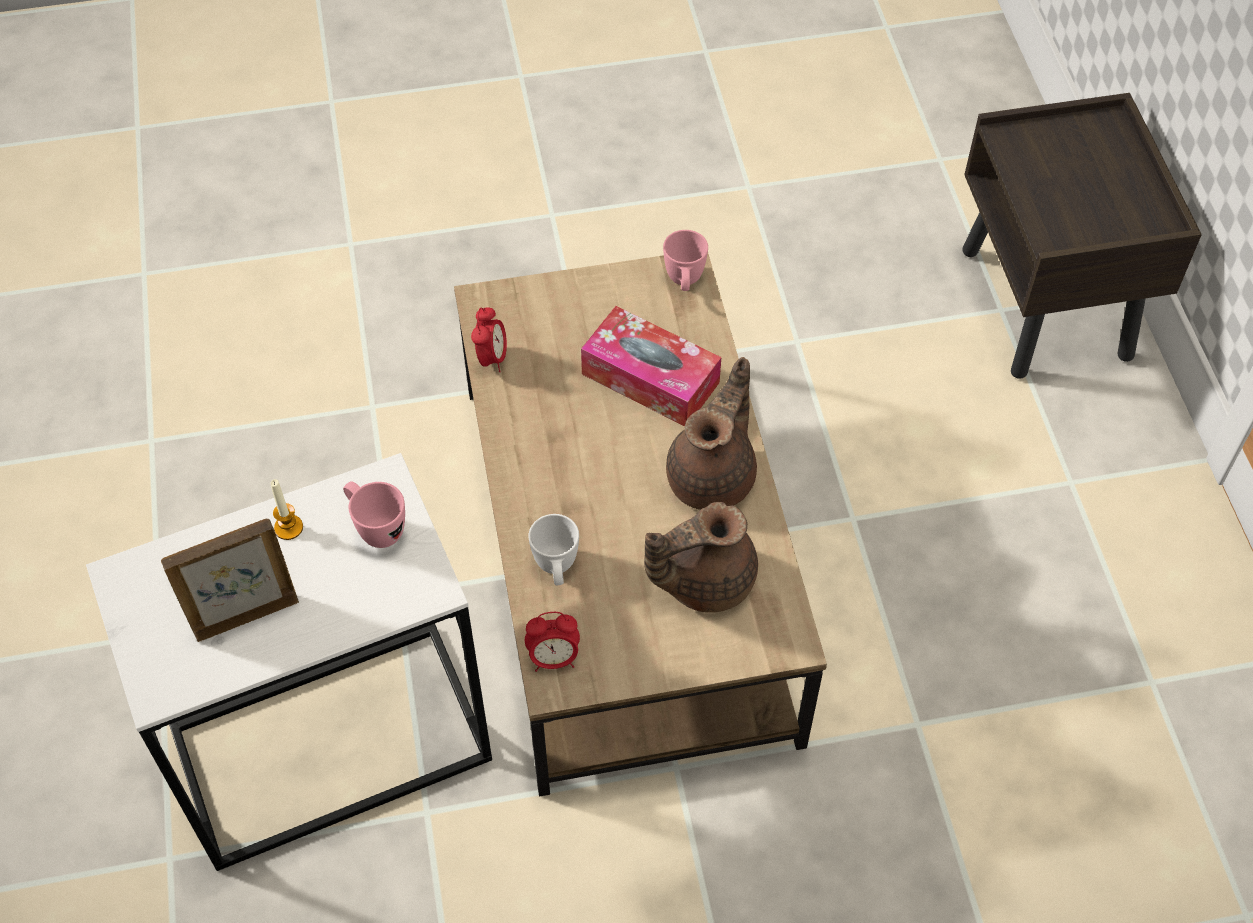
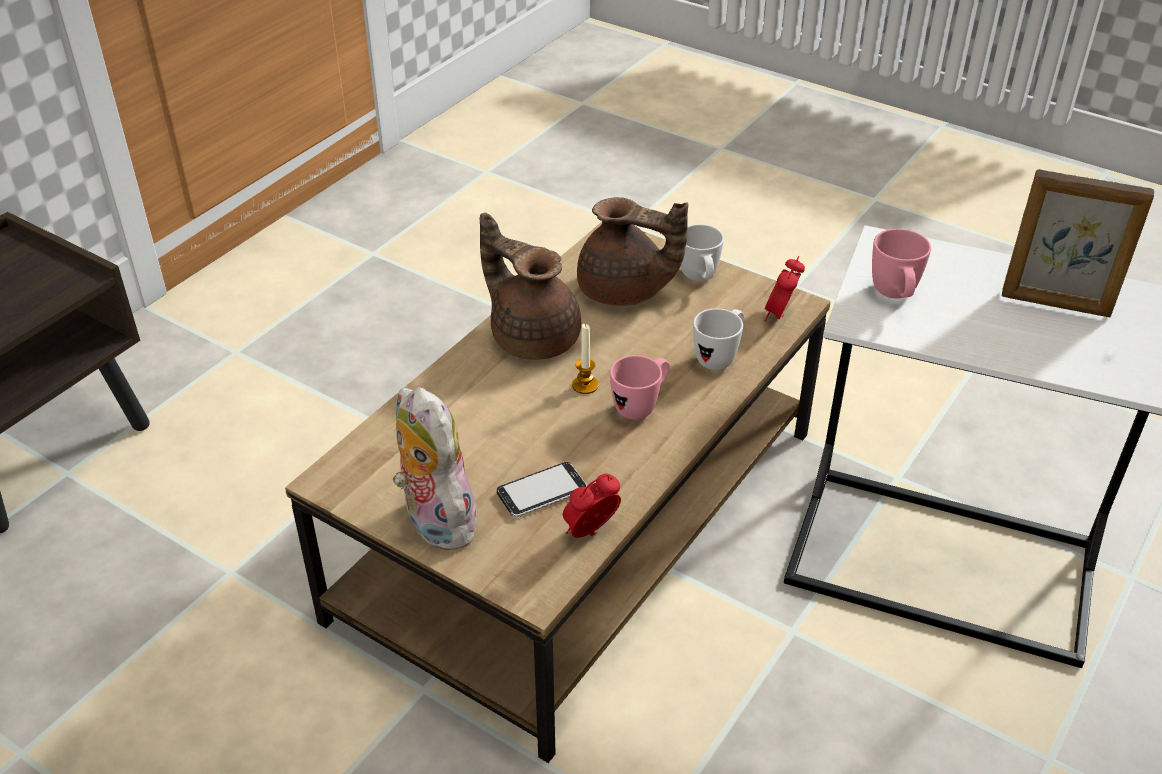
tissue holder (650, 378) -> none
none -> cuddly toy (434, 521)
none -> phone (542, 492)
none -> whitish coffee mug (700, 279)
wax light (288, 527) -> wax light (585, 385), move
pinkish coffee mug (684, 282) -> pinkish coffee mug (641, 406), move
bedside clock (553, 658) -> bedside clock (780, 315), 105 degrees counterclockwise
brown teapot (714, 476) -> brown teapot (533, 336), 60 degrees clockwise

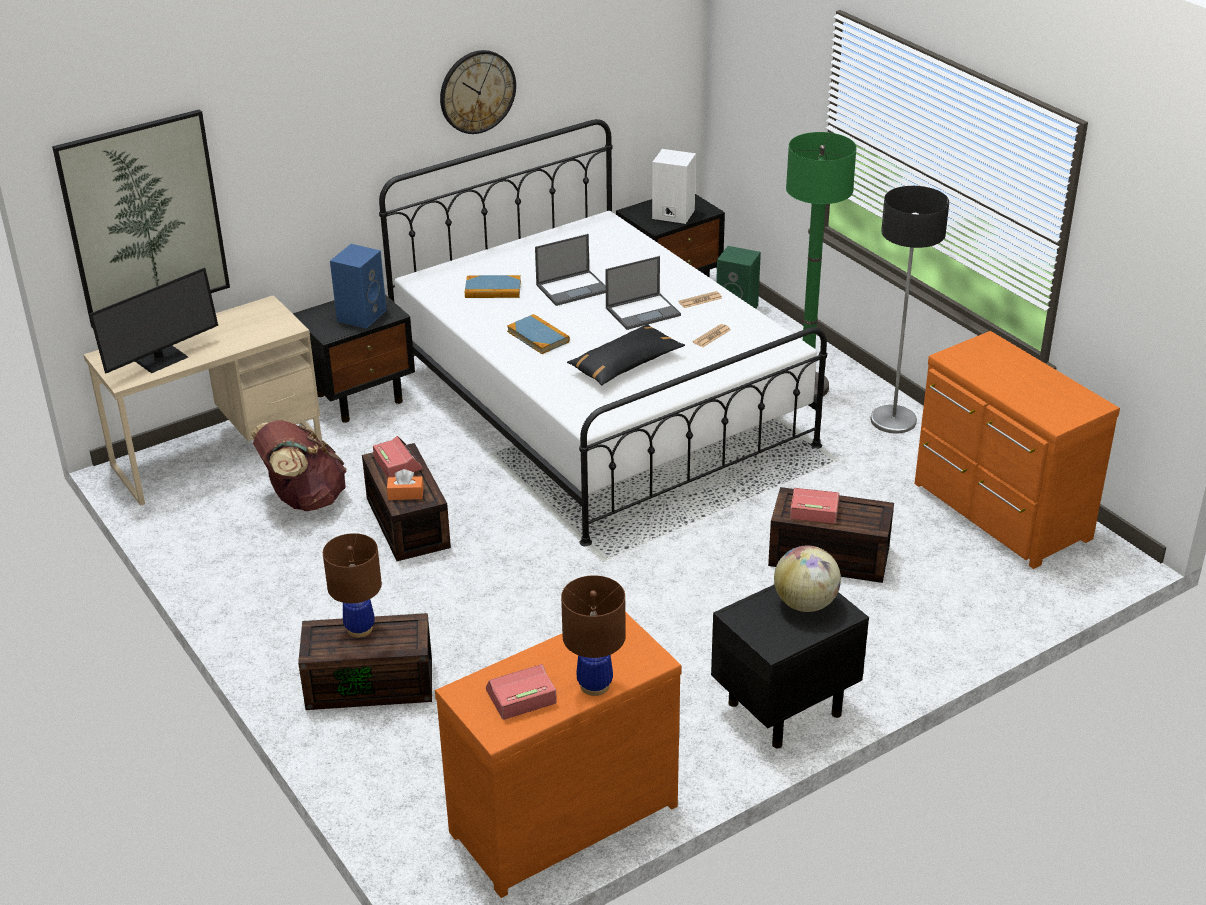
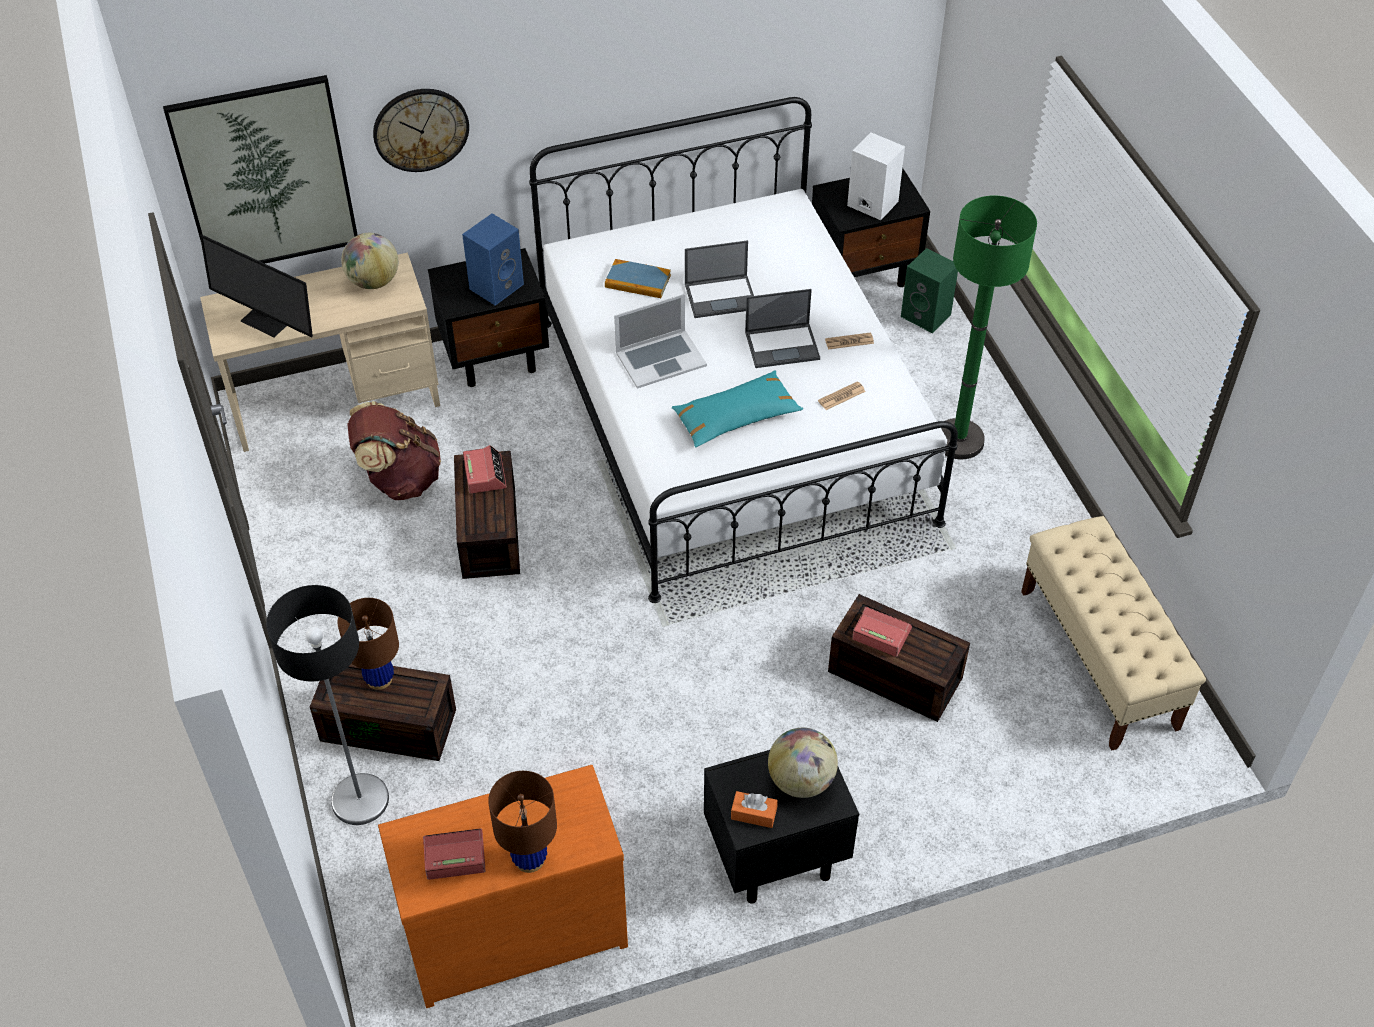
none -> world globe (373, 281)
orange tissue holder (405, 494) -> orange tissue holder (753, 814), move
clock on the wall (477, 91) -> clock on the wall (420, 129), move
standing lamp (893, 420) -> standing lamp (360, 800), move
bound book (538, 336) -> notebook computer (660, 358)
orange dresser (999, 513) -> beige indoor bench (1099, 659)
black throw pillow (625, 365) -> turquoise throw pillow (736, 417)
computer display (159, 357) -> computer display (270, 317), 60 degrees clockwise

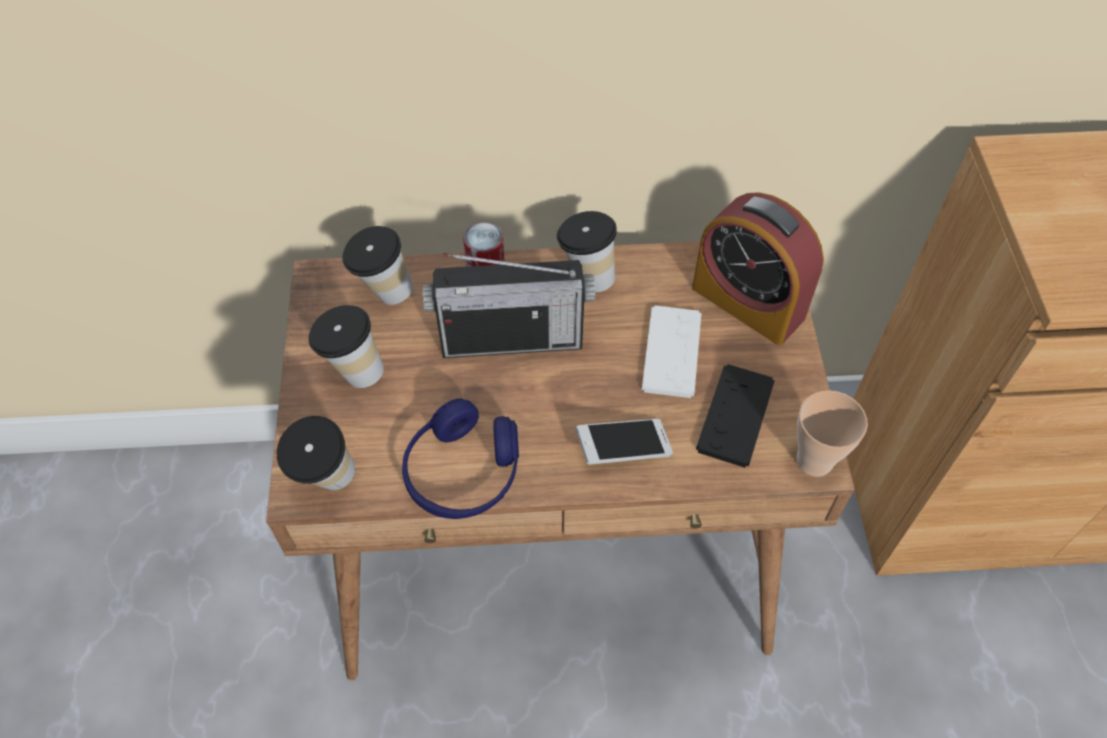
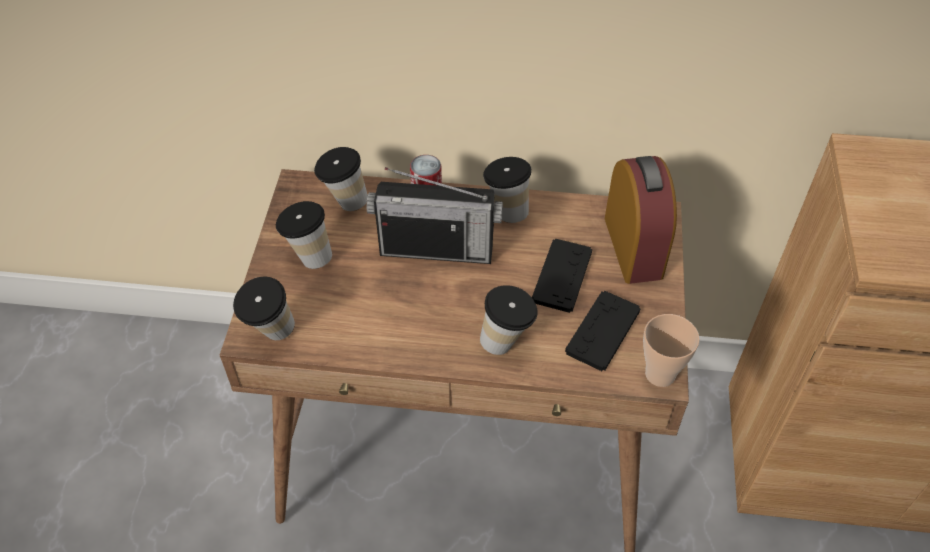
bluish pair of headphones (463, 472) -> none
phone (623, 448) -> small cup (507, 342)
whitish gamepad (671, 352) -> black gamepad (562, 276)
bedside clock (748, 302) -> bedside clock (633, 247), 150 degrees counterclockwise

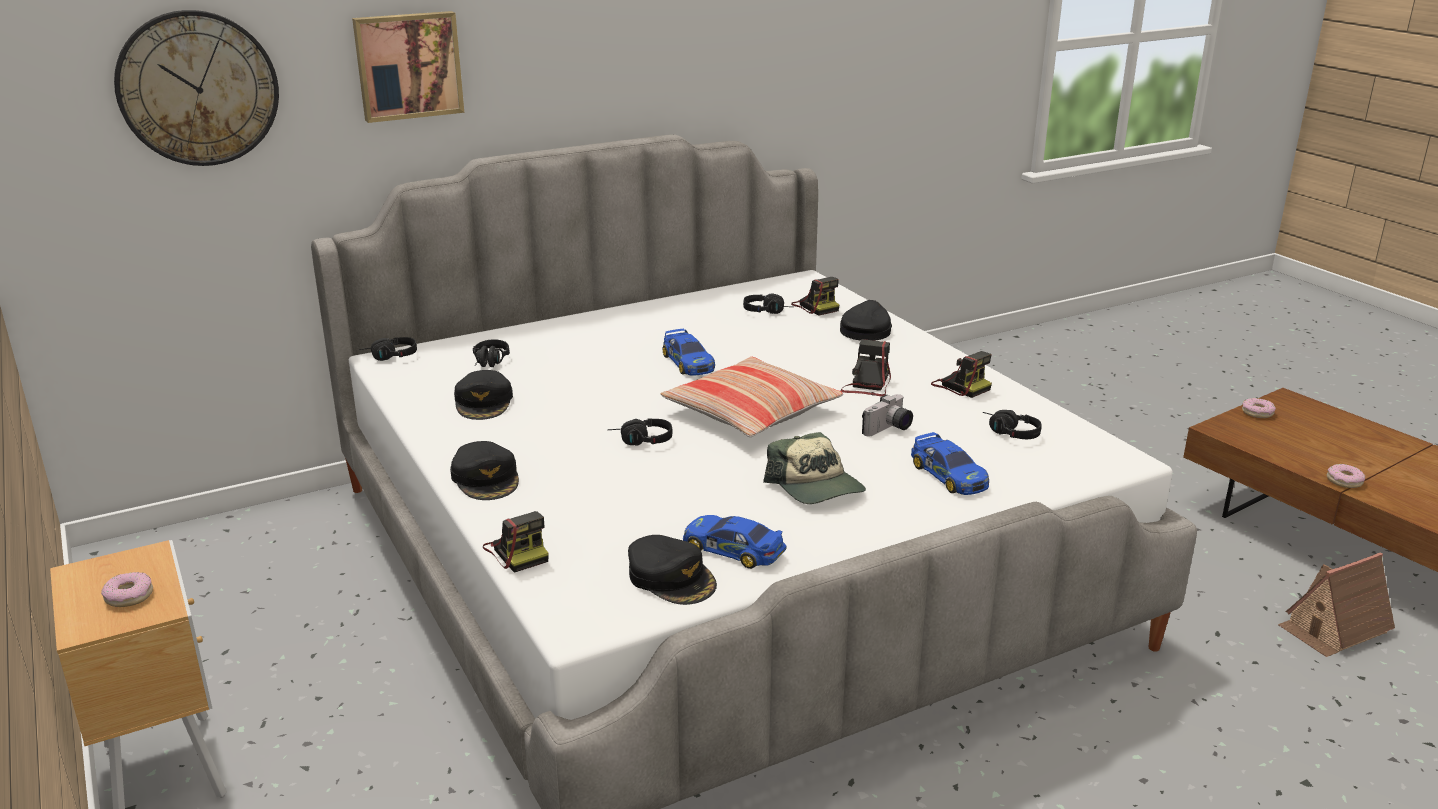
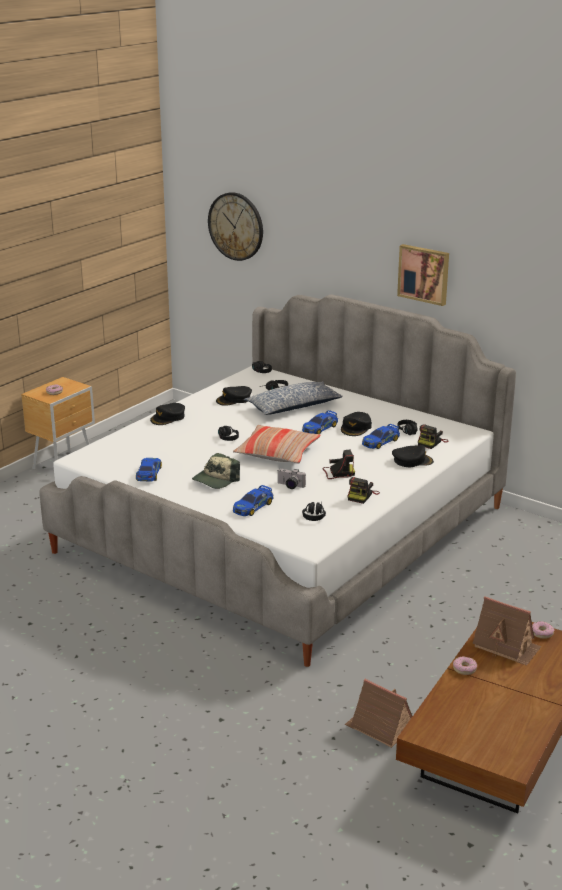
photo camera (518, 551) -> none
none -> throw pillow (294, 407)
none -> miniature car (380, 442)
none -> toy house (506, 646)
picture (408, 65) -> picture (424, 274), move
black peaked cap (672, 578) -> black peaked cap (356, 428), move

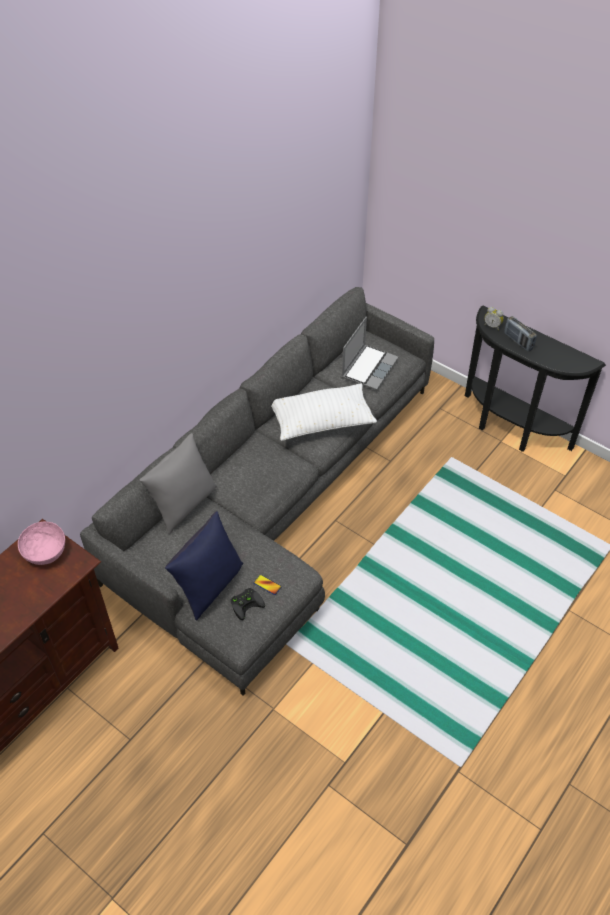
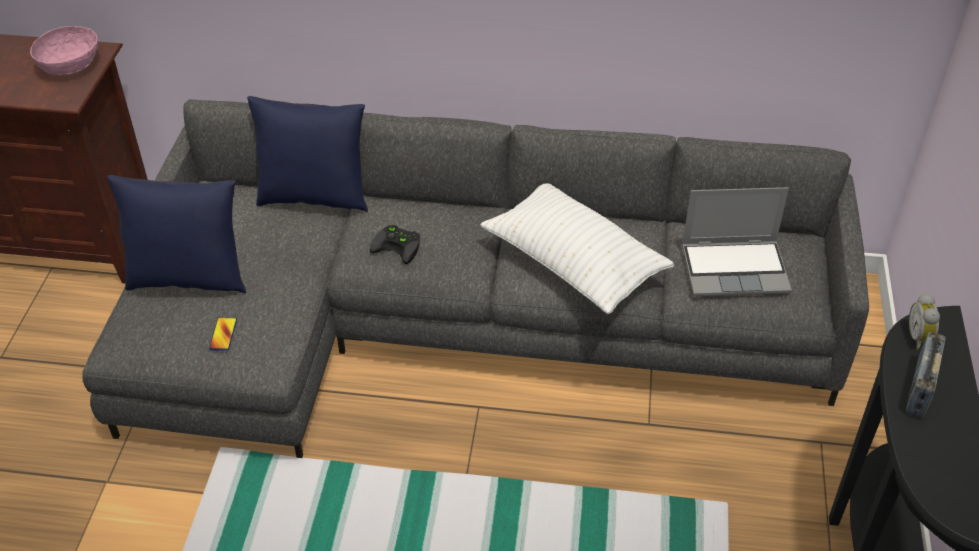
black gamepad (246, 603) -> black gamepad (399, 246), move
gray throw pillow (183, 505) -> bluish throw pillow (314, 197)

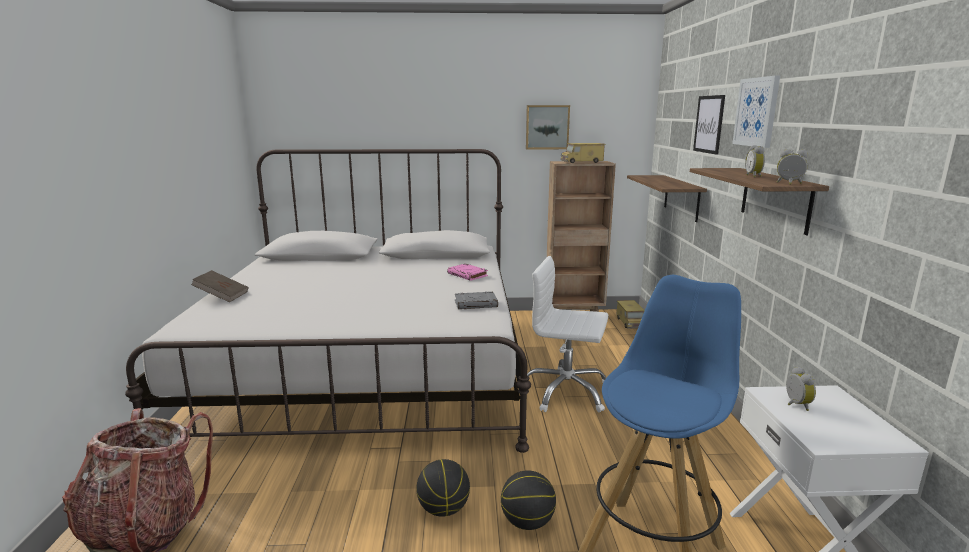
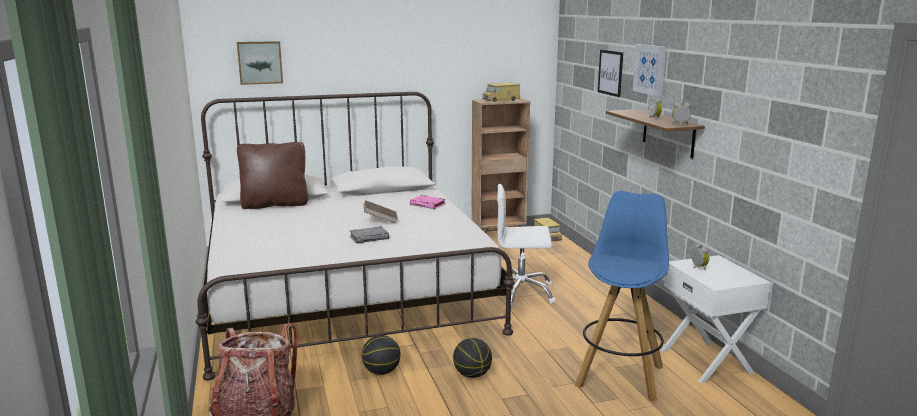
bracket shelf (681, 197) -> none
none -> brown throw pillow (275, 204)
brown bound book (222, 296) -> brown bound book (380, 220), move
gray bound book (476, 304) -> gray bound book (369, 237), move
basketball ball (527, 522) -> basketball ball (381, 371), move
picture (547, 127) -> picture (260, 62), move

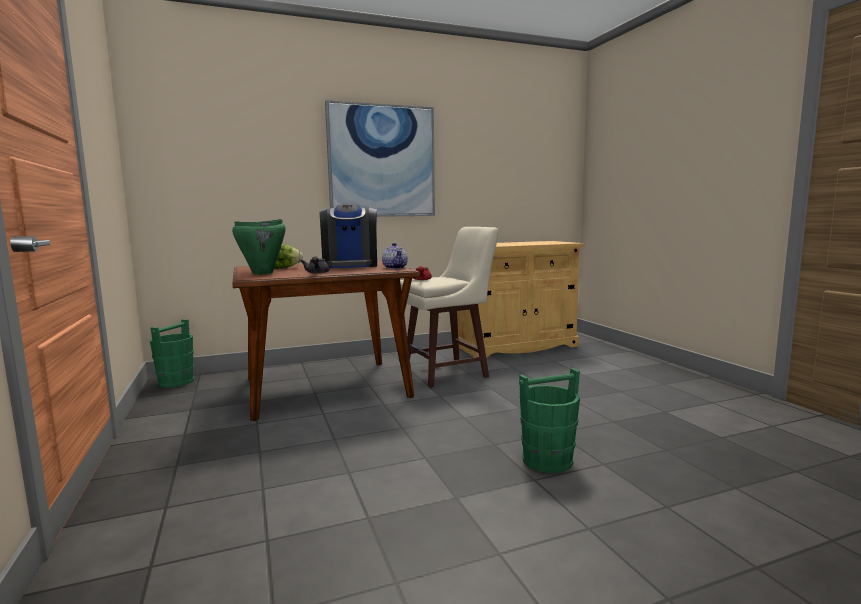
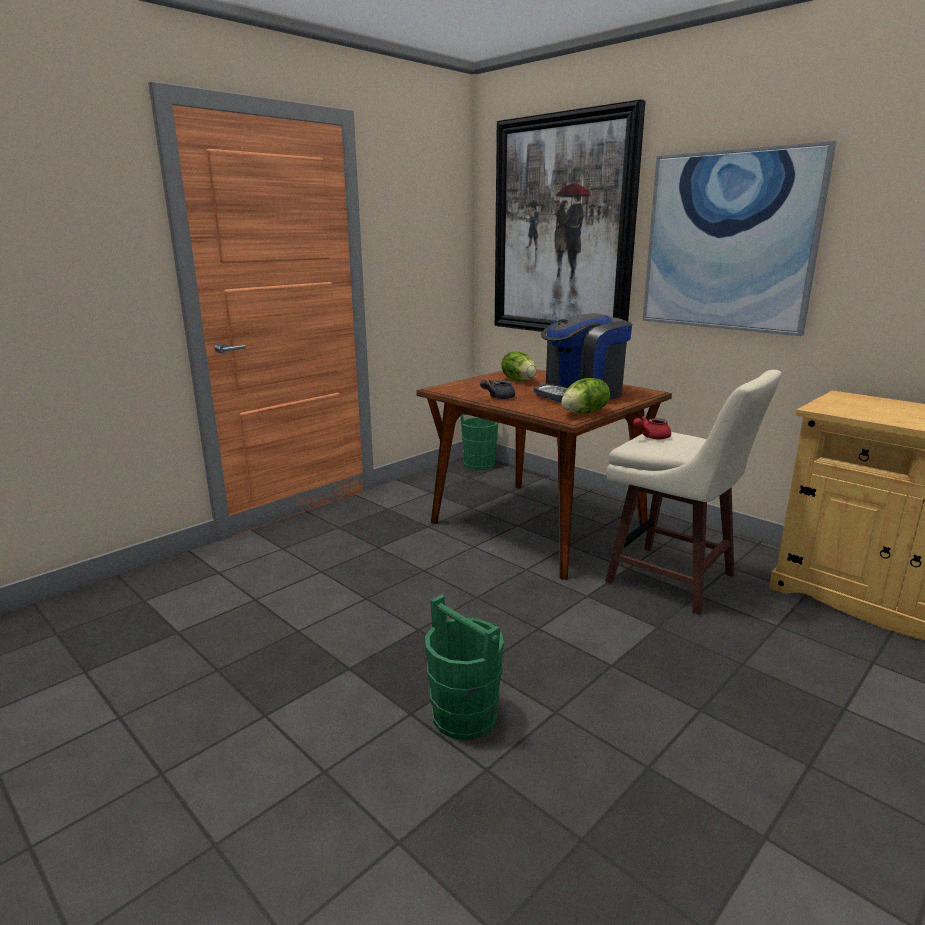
green cooking pot (263, 273) -> none
none -> picture (562, 228)
teapot (395, 268) -> head of lettuce (585, 413)

